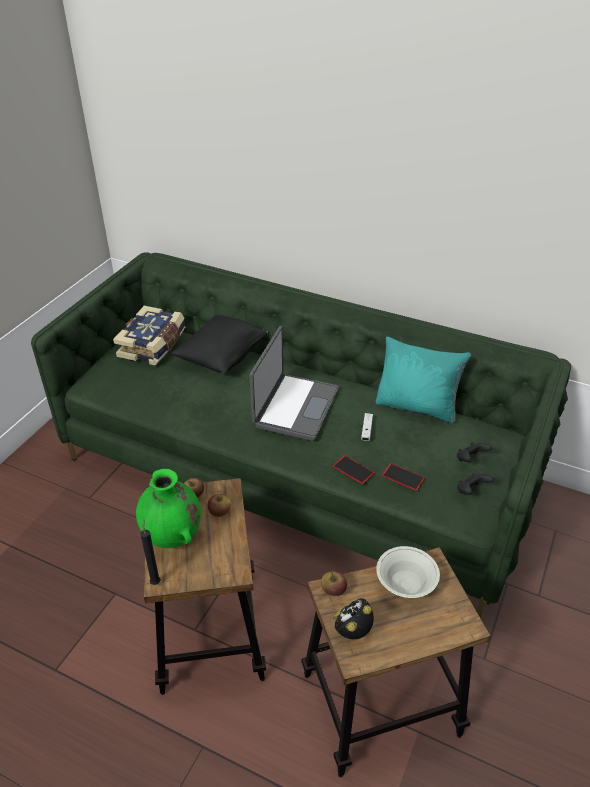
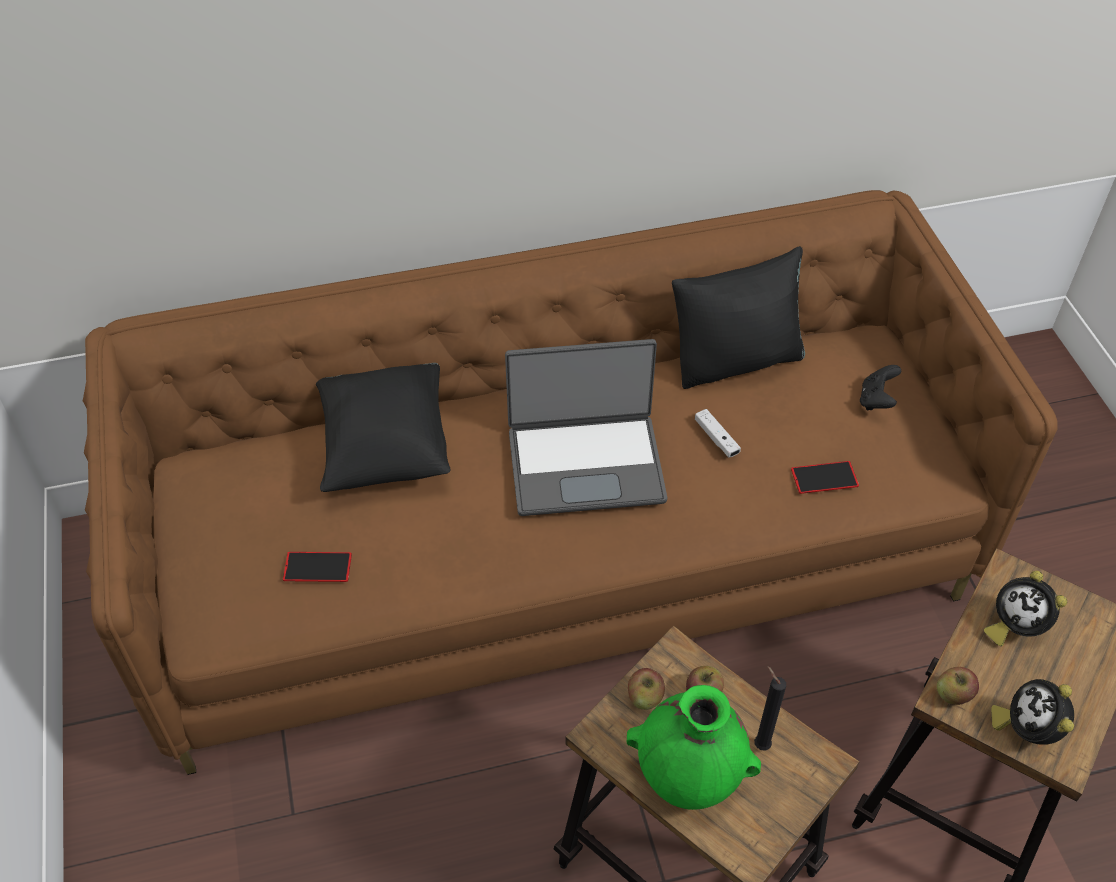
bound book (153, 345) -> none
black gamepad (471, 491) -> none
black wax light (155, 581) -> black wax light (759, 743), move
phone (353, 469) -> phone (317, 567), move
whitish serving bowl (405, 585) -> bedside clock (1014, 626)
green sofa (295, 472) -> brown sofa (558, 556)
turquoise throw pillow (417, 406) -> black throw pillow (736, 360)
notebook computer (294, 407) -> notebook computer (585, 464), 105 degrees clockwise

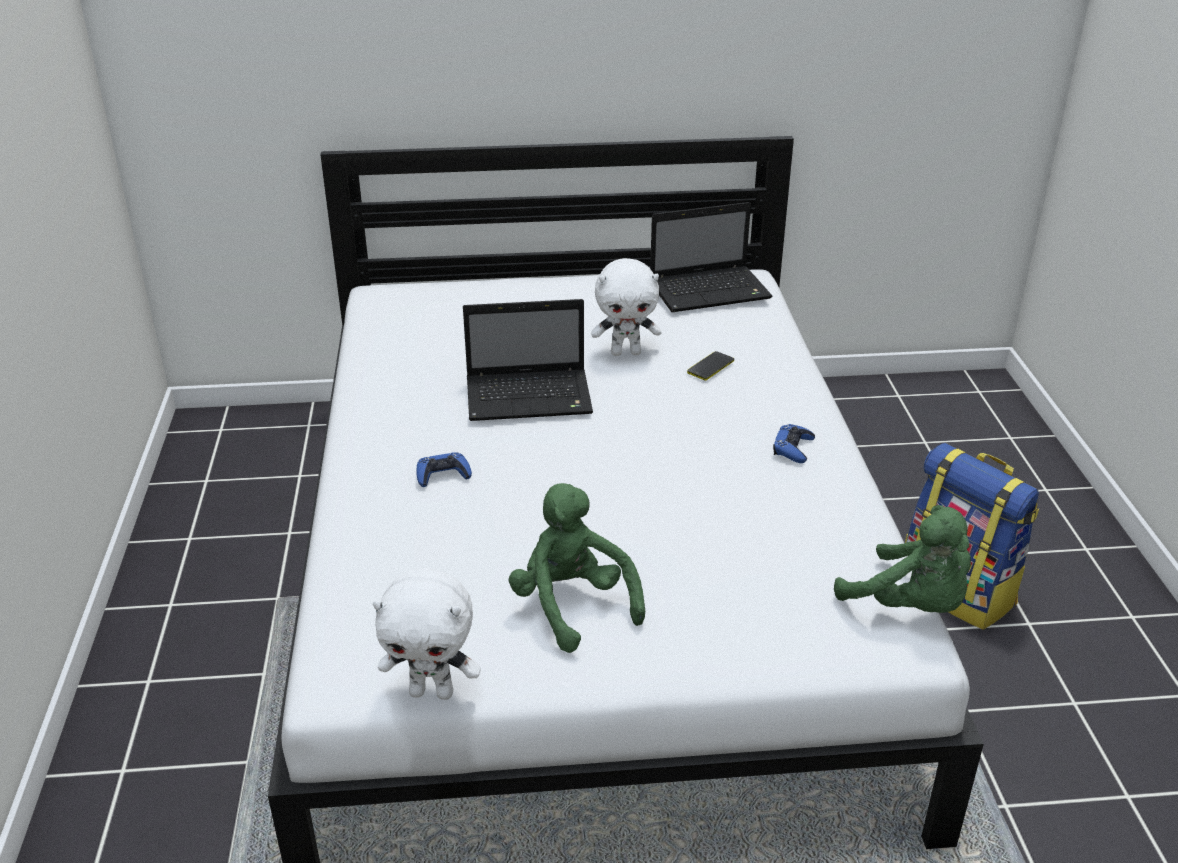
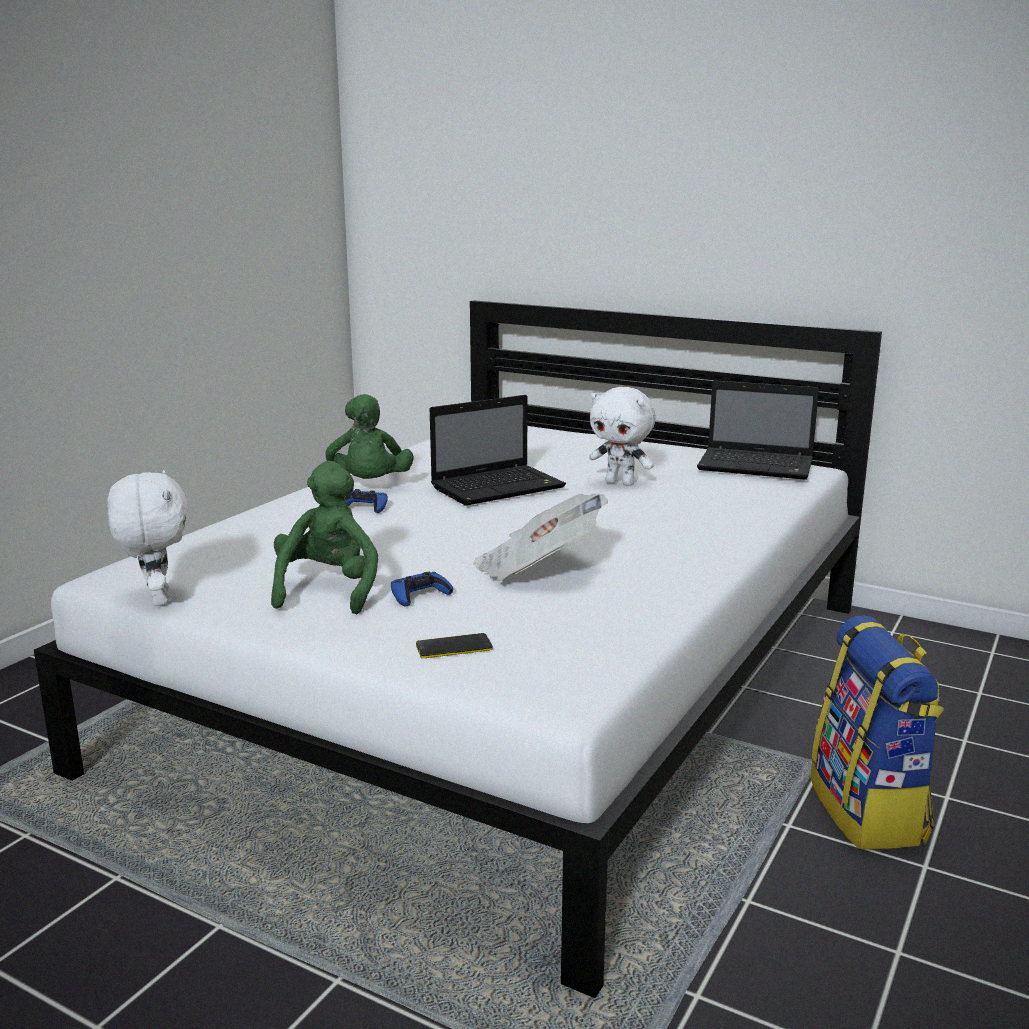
none -> newspaper (537, 569)
phone (710, 366) -> phone (454, 647), move
bluish gamepad (793, 448) -> bluish gamepad (419, 595), move
green cuddly toy (910, 605) -> green cuddly toy (370, 486), move
whitish cuddly toy (432, 691) -> whitish cuddly toy (157, 599), 150 degrees counterclockwise
notebook computer (531, 397) -> notebook computer (499, 487), 60 degrees counterclockwise

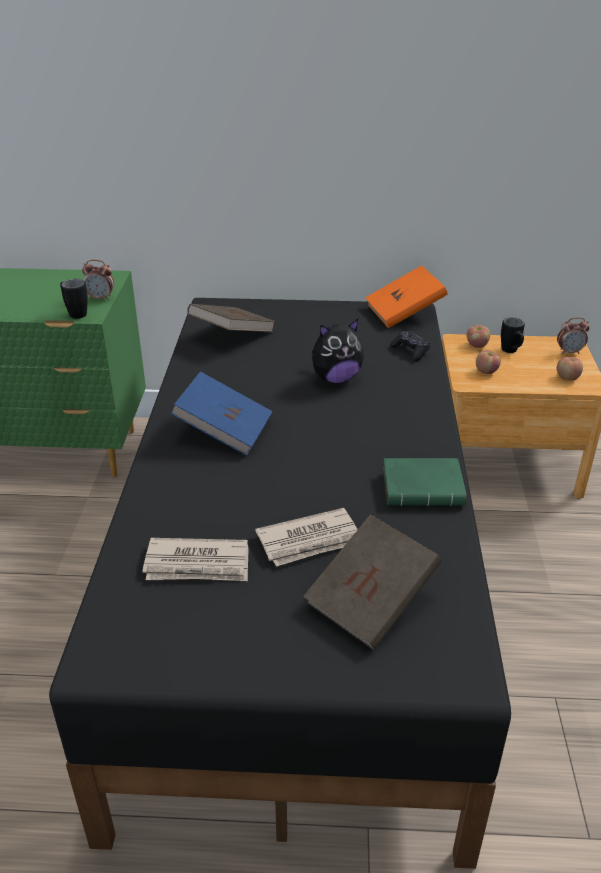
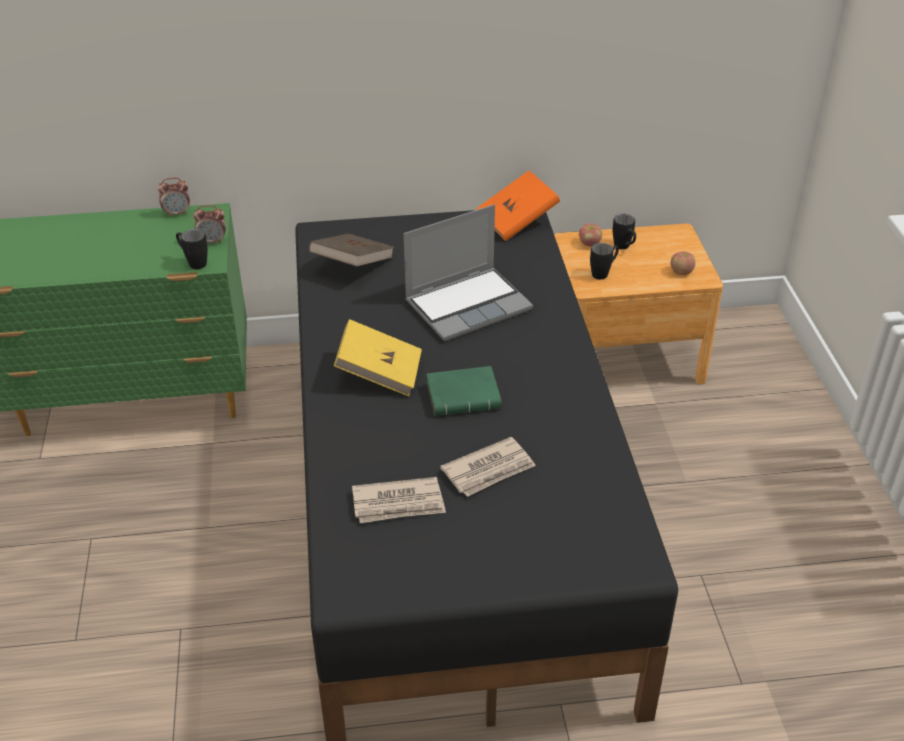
brown bound book (371, 601) -> none
black gamepad (410, 351) -> none
green bound book (424, 487) -> green bound book (464, 395), move
bedside clock (569, 352) -> bedside clock (177, 213), move
cuddly toy (335, 378) -> notebook computer (468, 304)
apple (486, 371) -> black coffee mug (603, 273)
bluish bound book (224, 431) -> yellow-coloured bound book (379, 373)

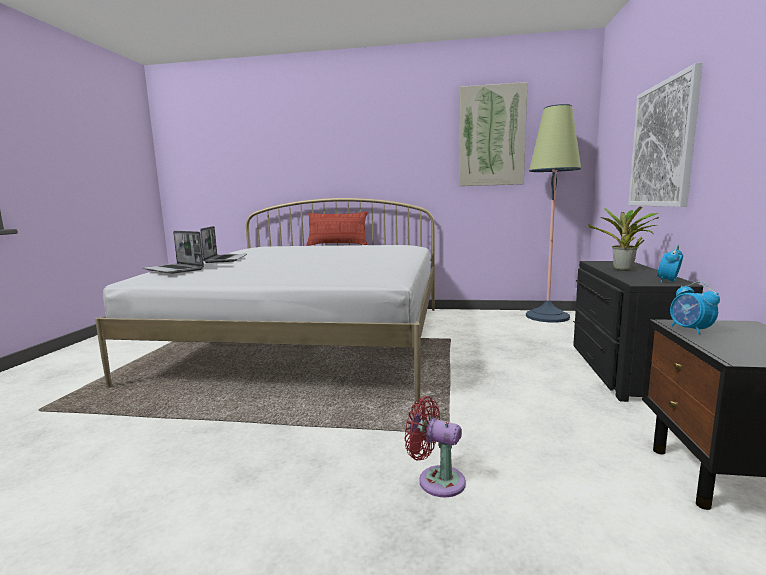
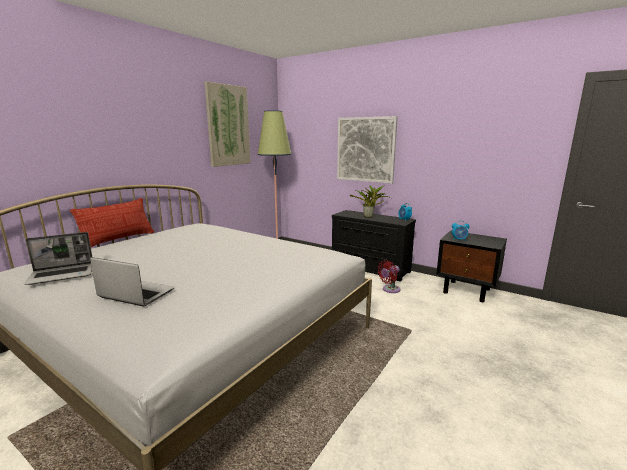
notebook computer (175, 270) -> notebook computer (63, 274), move
red fan (436, 480) -> red fan (389, 290), move

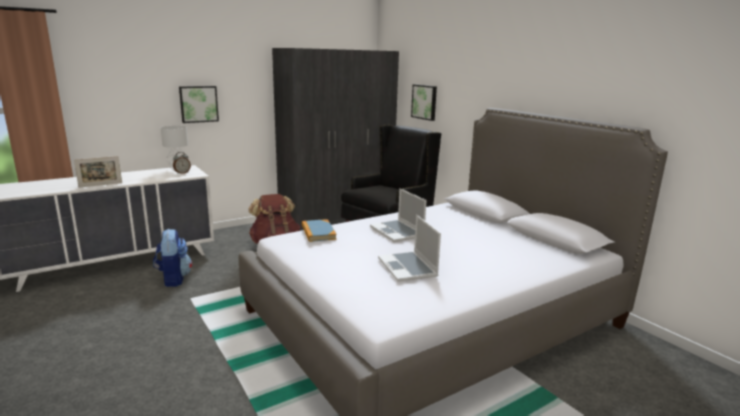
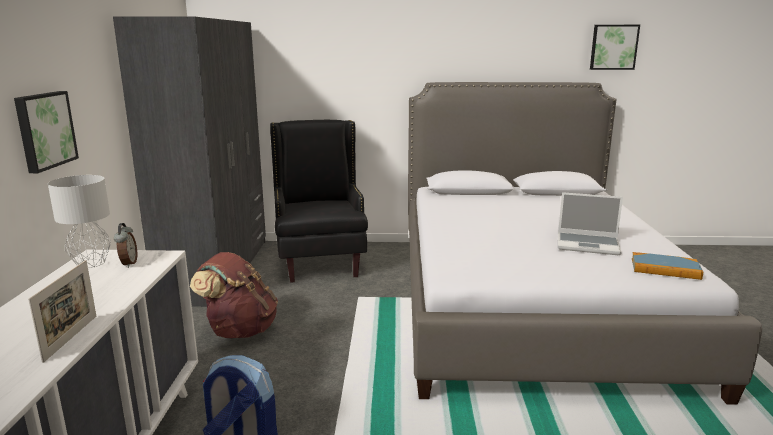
notebook computer (397, 232) -> none
bound book (318, 232) -> bound book (665, 269), move
picture (425, 102) -> picture (613, 47), move

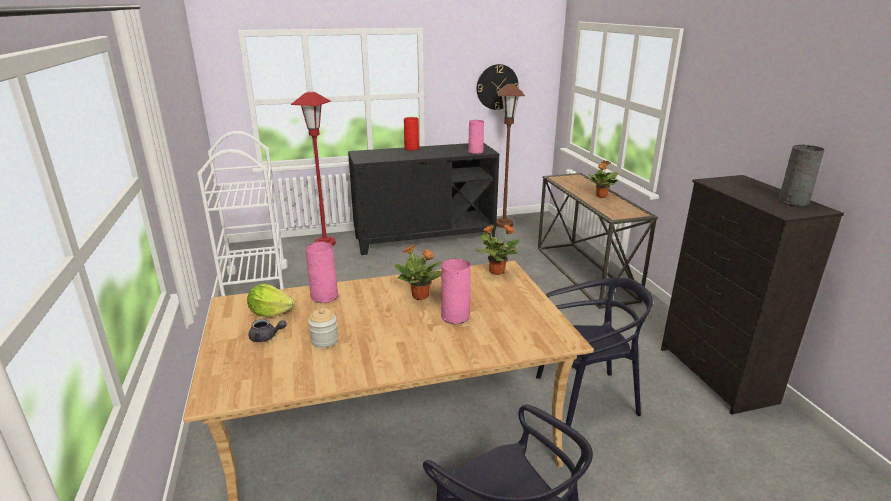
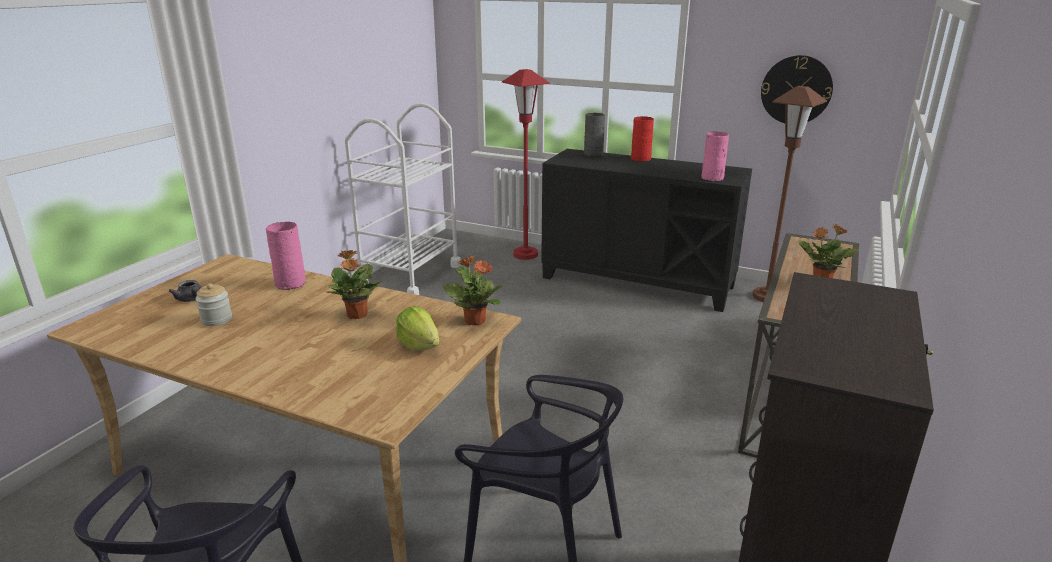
pinkish flower vase (456, 317) -> none
head of lettuce (270, 312) -> head of lettuce (419, 345), move
gray flower vase (794, 202) -> gray flower vase (593, 154), move

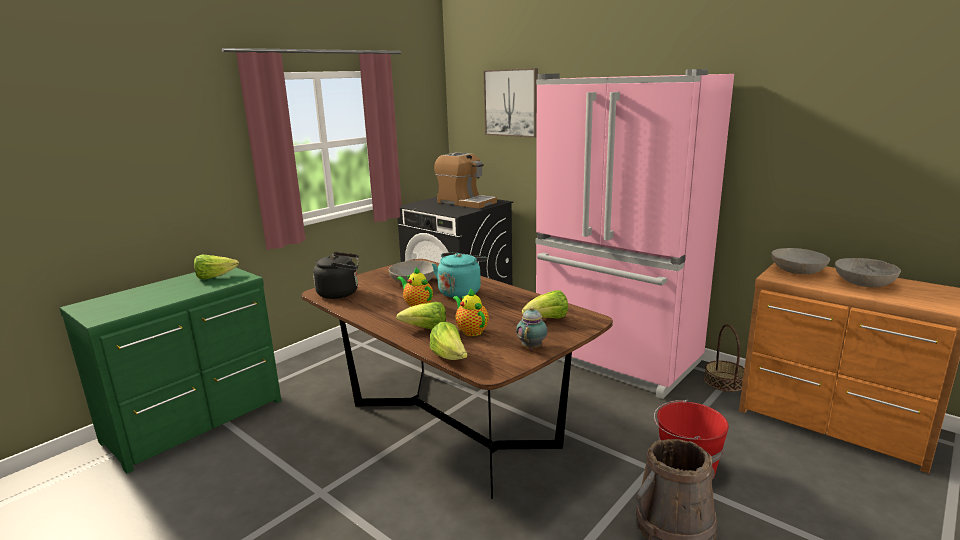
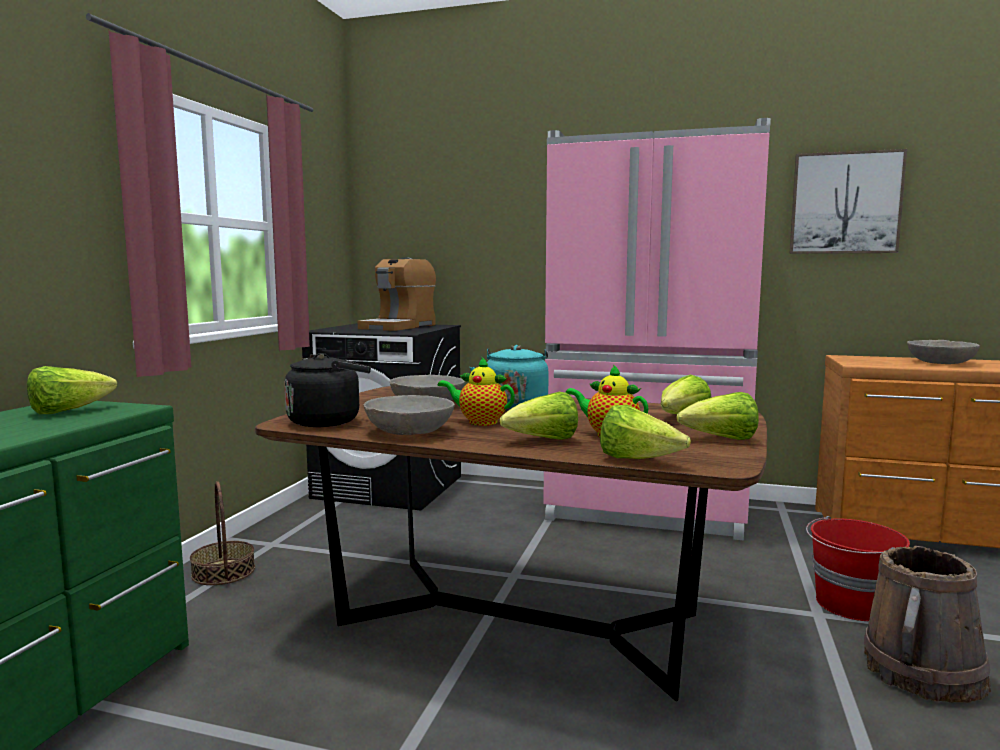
picture (511, 103) -> picture (845, 203), move
household basket (724, 381) -> household basket (223, 572), move
gray serving bowl (798, 271) -> gray serving bowl (410, 432), move
teapot (532, 347) -> head of lettuce (721, 440)
coffee machine (465, 202) -> coffee machine (399, 327), 105 degrees clockwise

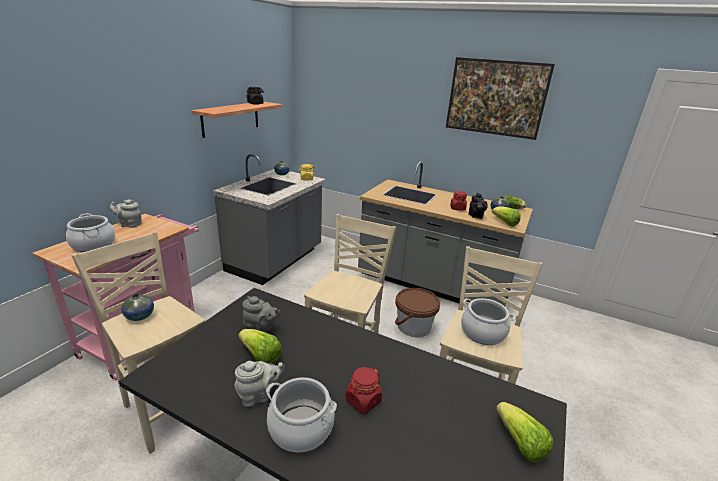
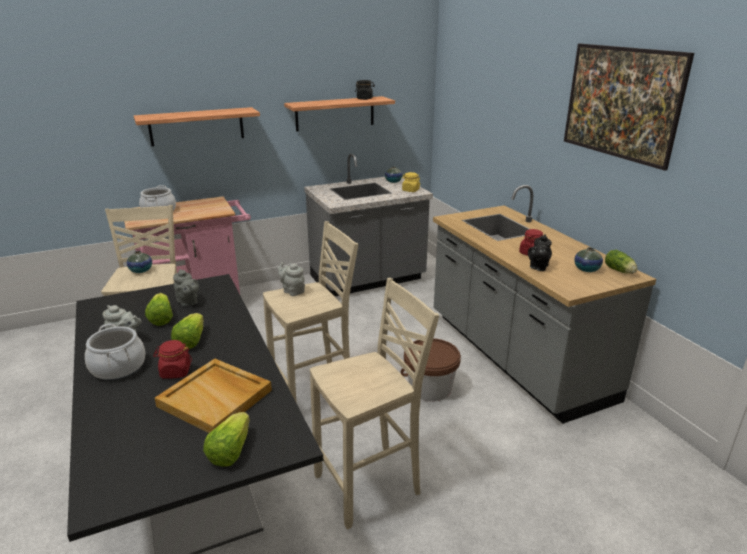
cooking pot (482, 333) -> none
none -> bracket shelf (197, 126)
none -> beige carrying tray (216, 398)
gray teapot (129, 224) -> gray teapot (292, 291), move
head of lettuce (505, 223) -> head of lettuce (191, 341), move

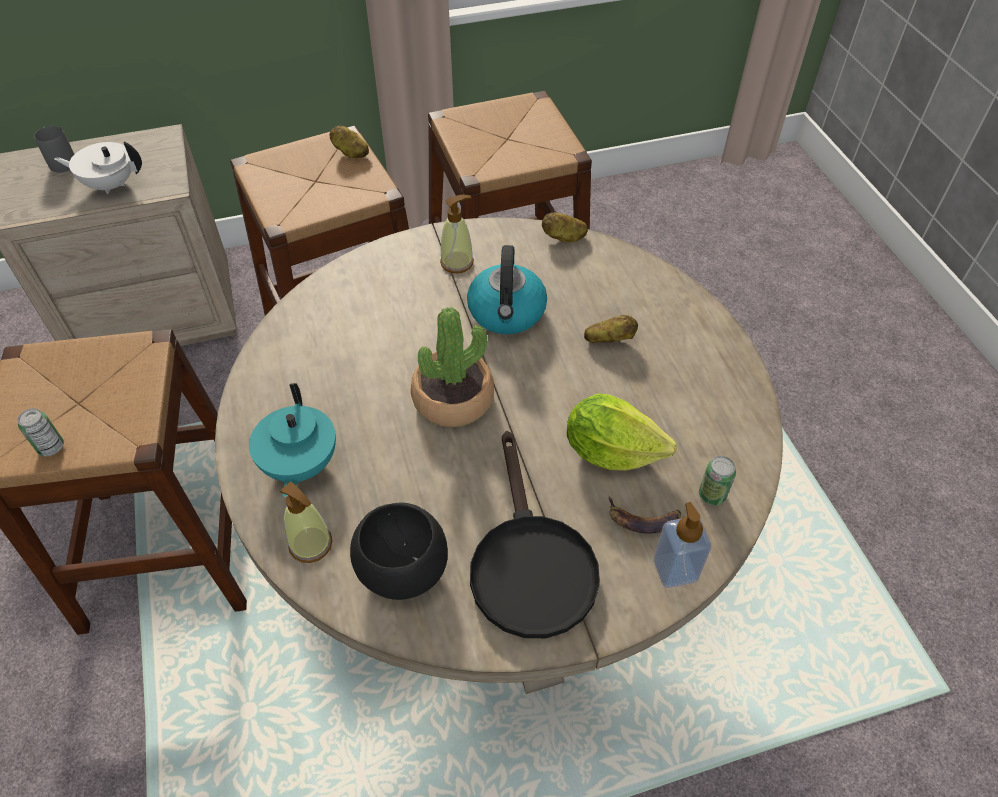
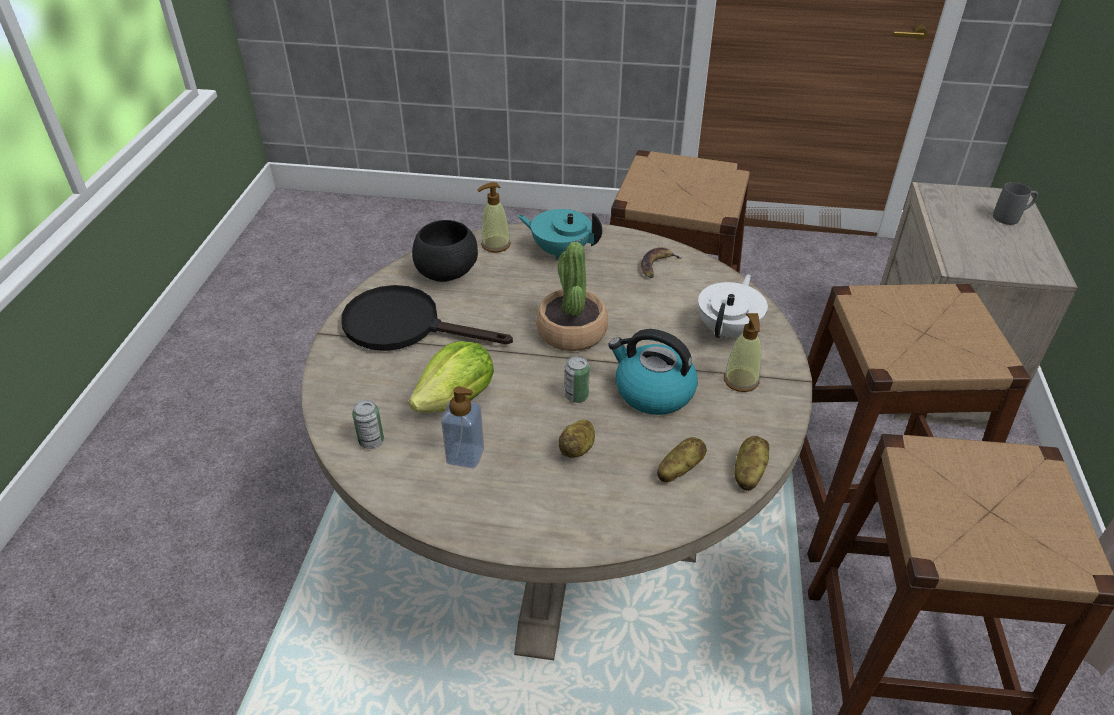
can (51, 447) -> can (576, 396), move
whitish teapot (110, 184) -> whitish teapot (729, 330), move
whole potato (350, 152) -> whole potato (679, 470), move
banana fruit (643, 519) -> banana fruit (657, 265), move
liquid soap bottle (675, 569) -> liquid soap bottle (465, 455), move

